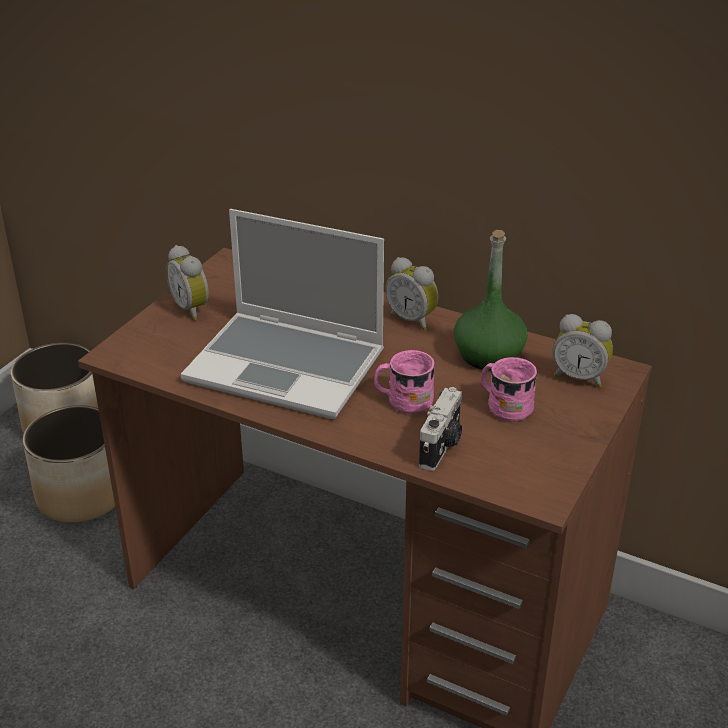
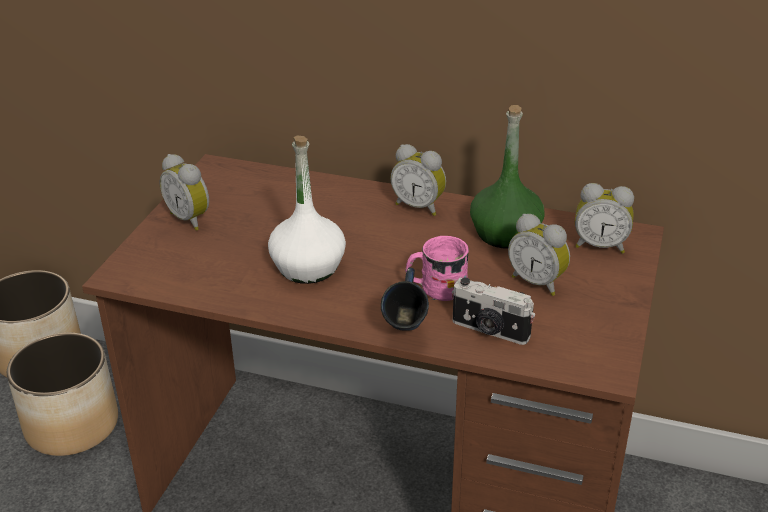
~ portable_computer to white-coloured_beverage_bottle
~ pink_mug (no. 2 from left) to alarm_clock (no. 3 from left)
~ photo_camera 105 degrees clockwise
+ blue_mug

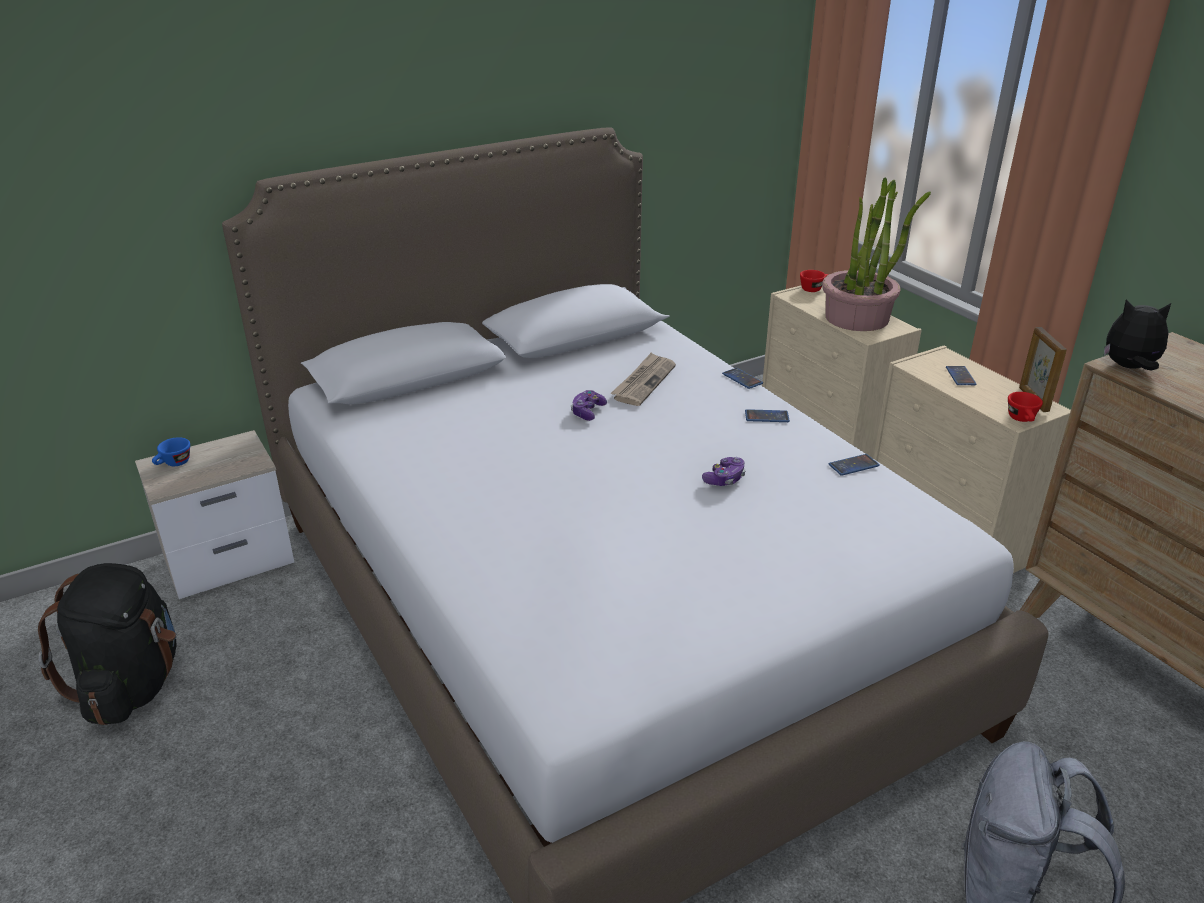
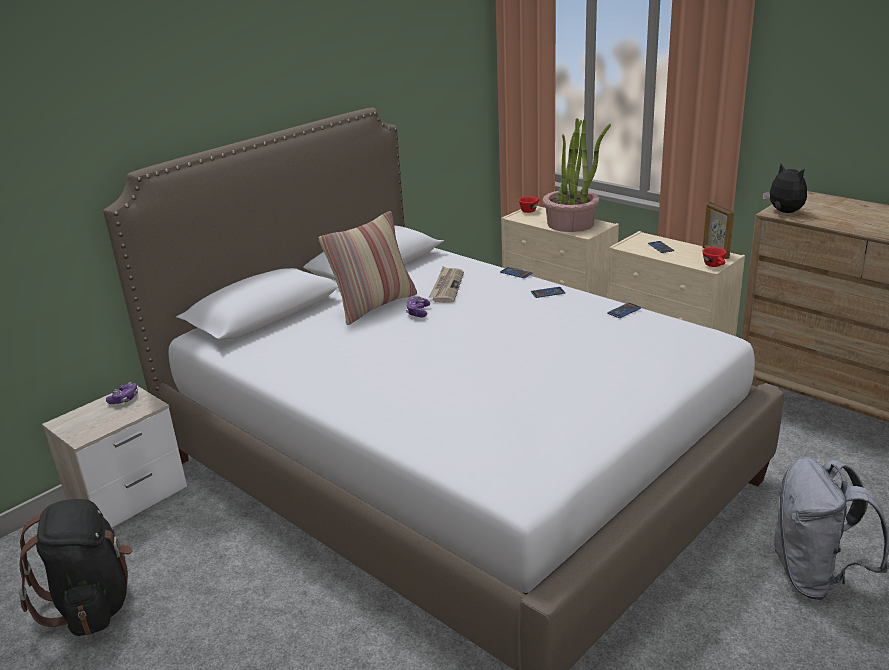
~ plush_toy 60 degrees clockwise
- blue_cup
~ game_controller (no. 2 from left in the first image) to game_controller (no. 1 from left)
+ cushion

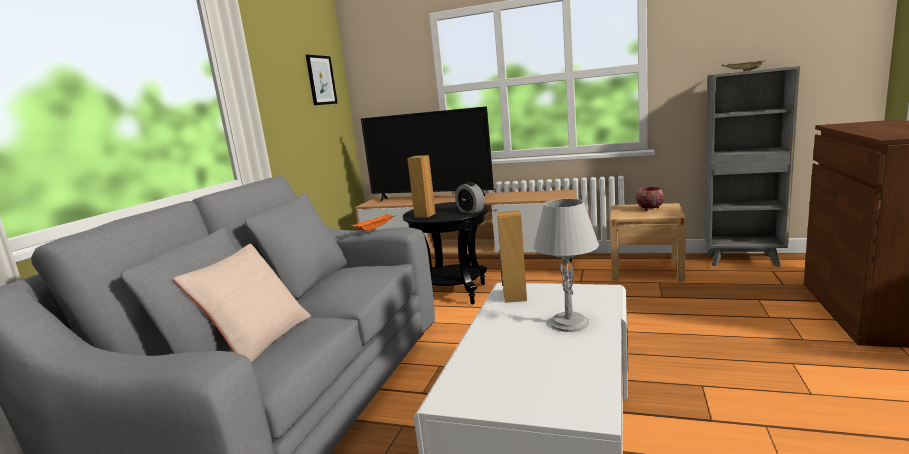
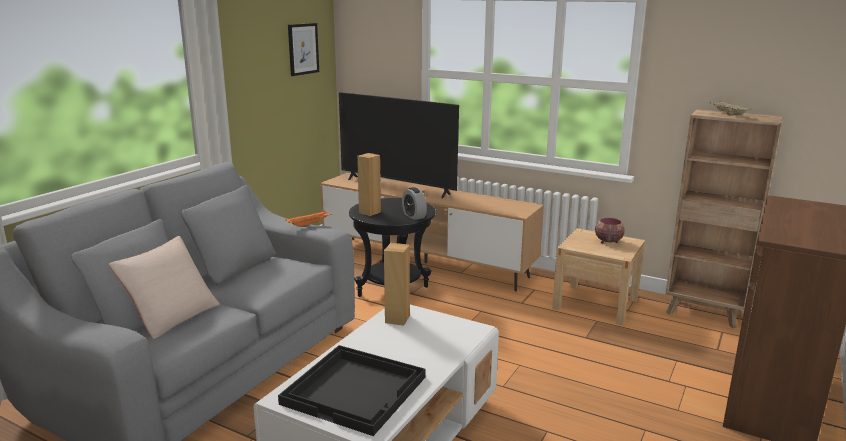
~ gray_shelving_unit to brown_shelving_unit
- gray_lamp_for_a_table
+ black-coloured_tray

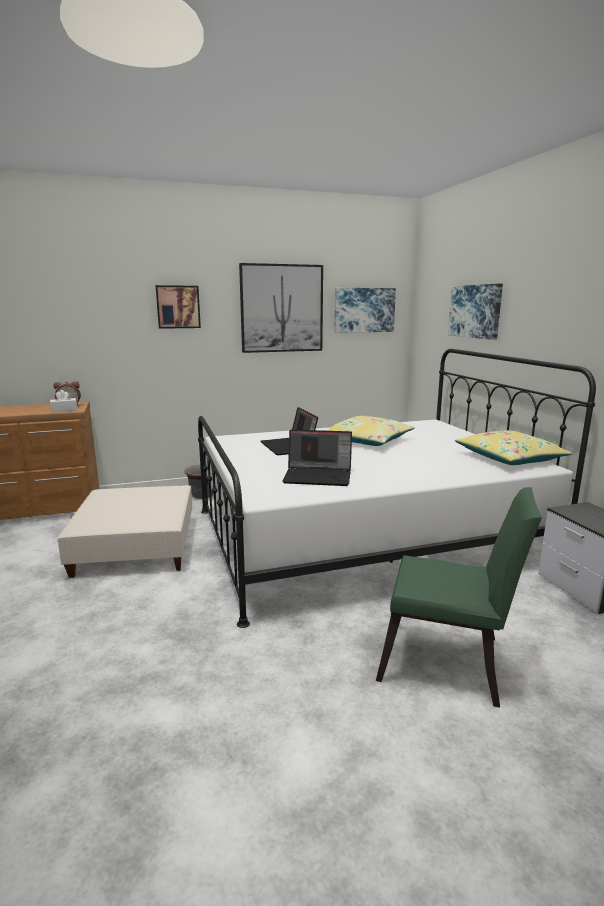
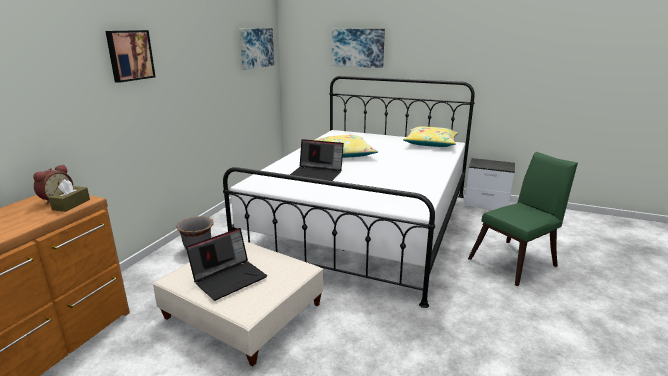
- wall_art (no. 2 from left)
~ white-coloured_box_of_tissues to brown_box_of_tissues
~ portable_computer (no. 2 from left in the first image) to portable_computer (no. 1 from left)

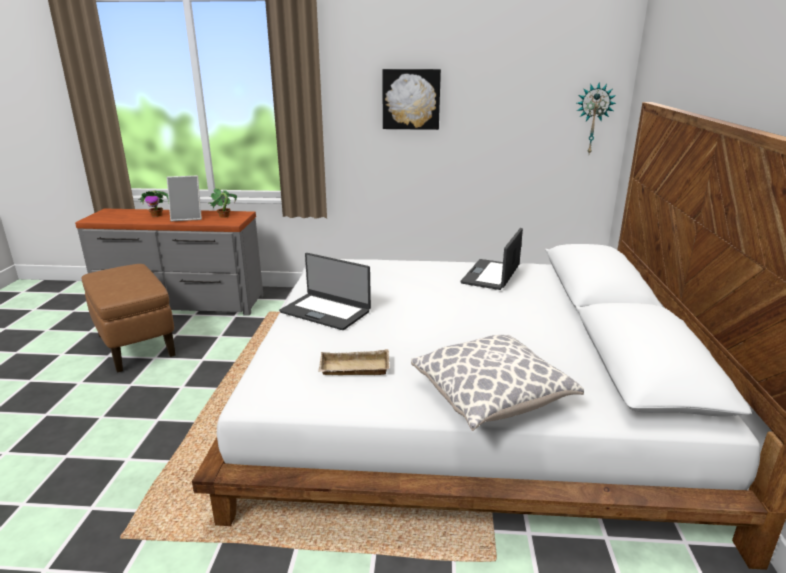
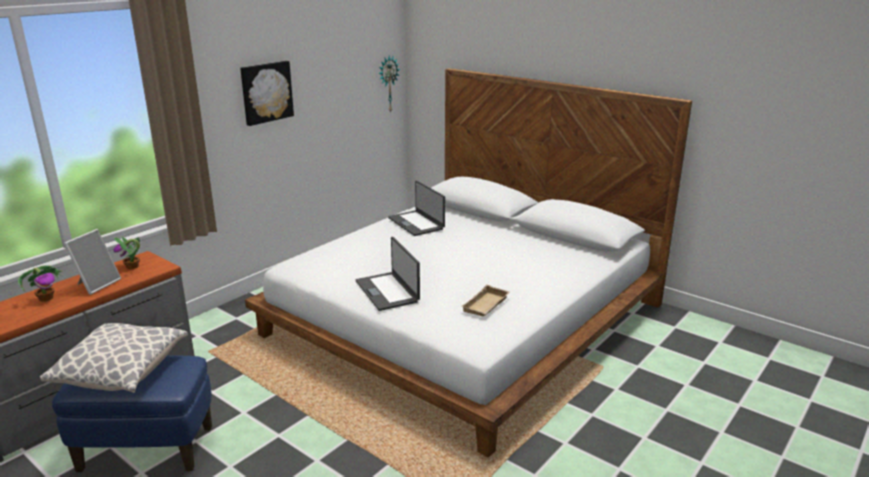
~ portable_computer (no. 1 from left) 90 degrees clockwise
~ brown_footrest to blue_footrest
~ cushion

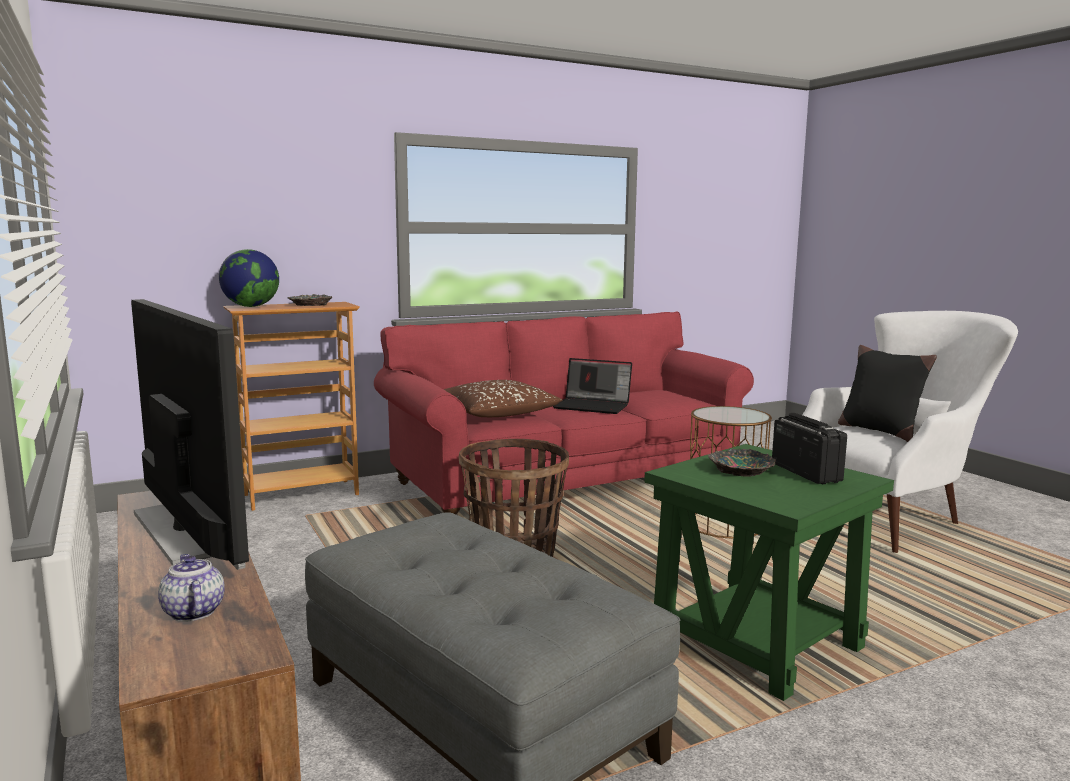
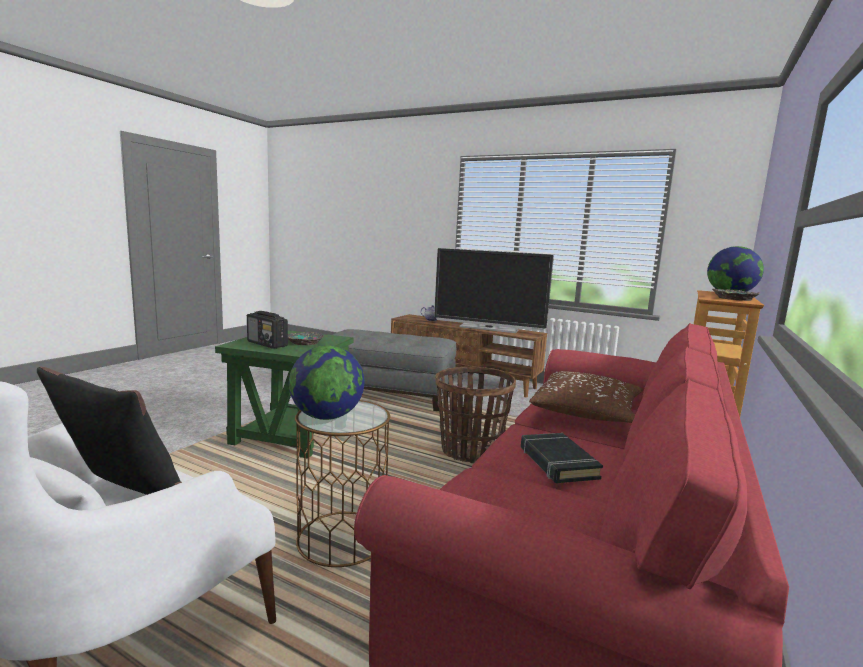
~ portable_computer to black-coloured_bound_book
+ world_globe (no. 1 from left)

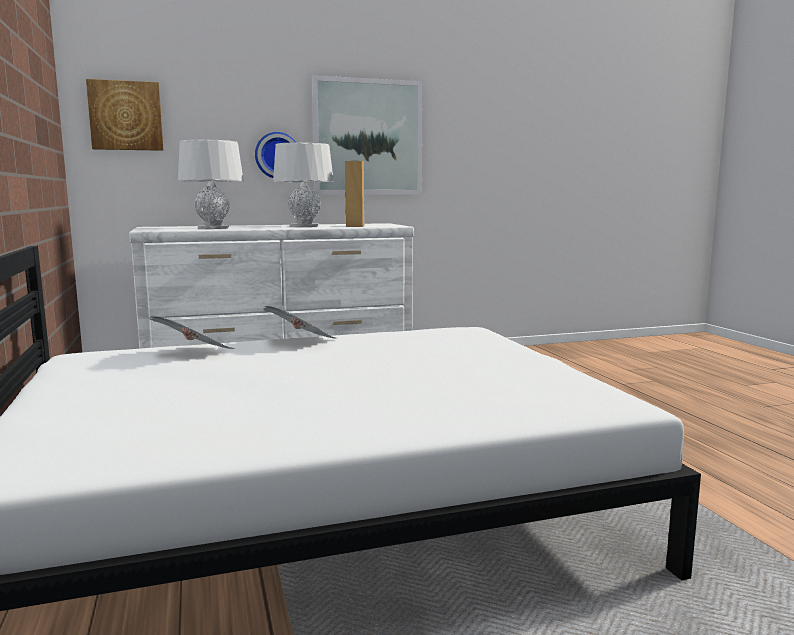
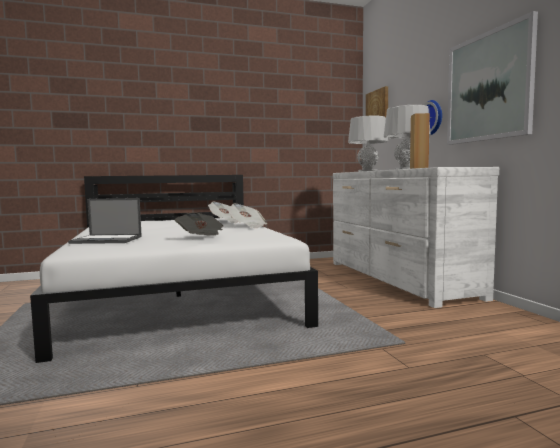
+ portable_computer
+ printed_paper (no. 1 from left)

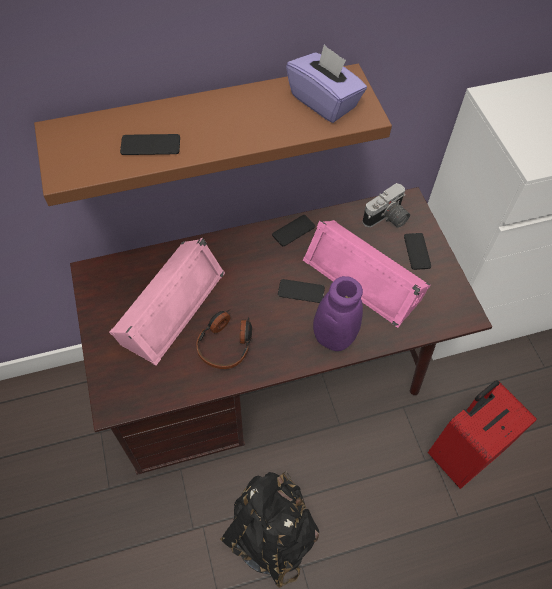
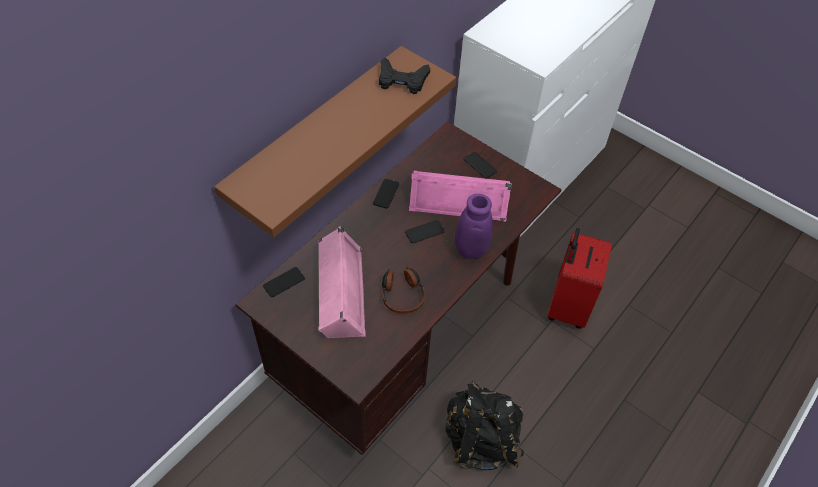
~ purple-coloured_box_of_tissues to black-coloured_game_controller
~ handset (no. 1 from left)
- photo_camera

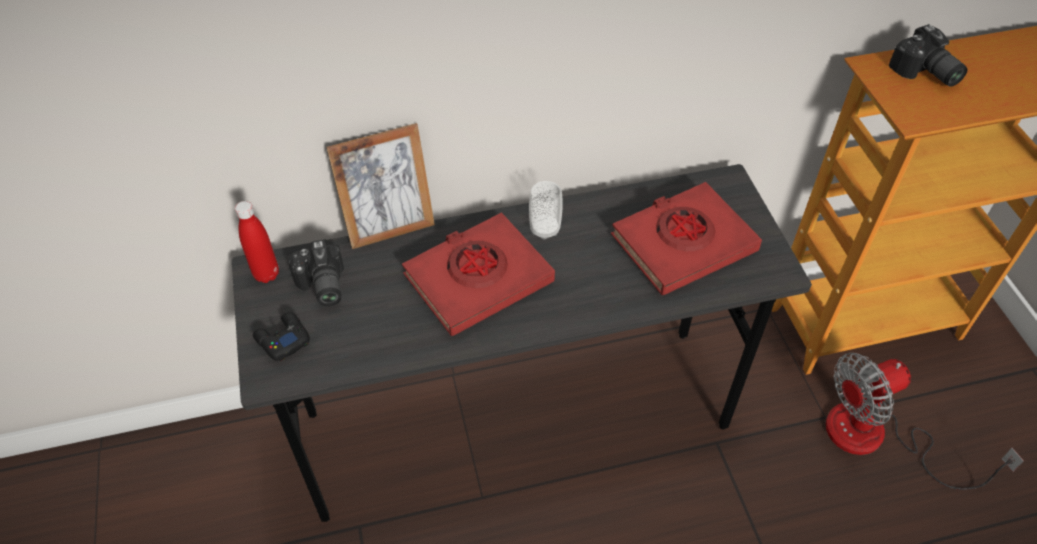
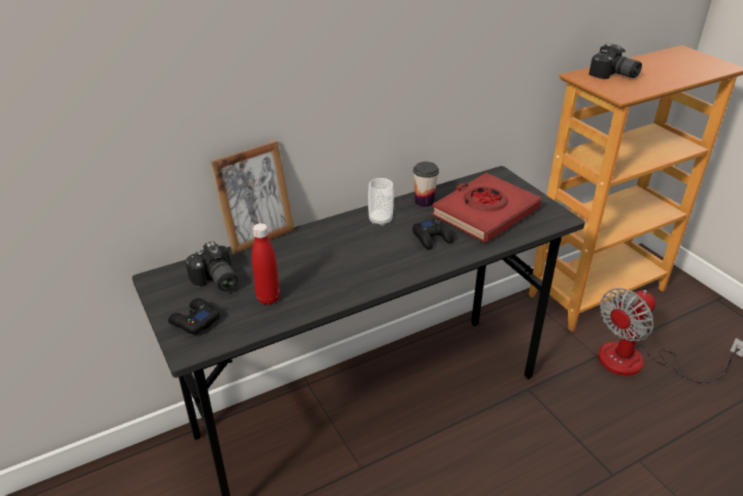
~ red_beverage_bottle
- red_bound_book (no. 1 from left)
+ cup (no. 2 from left)
+ black-coloured_game_controller (no. 2 from left)

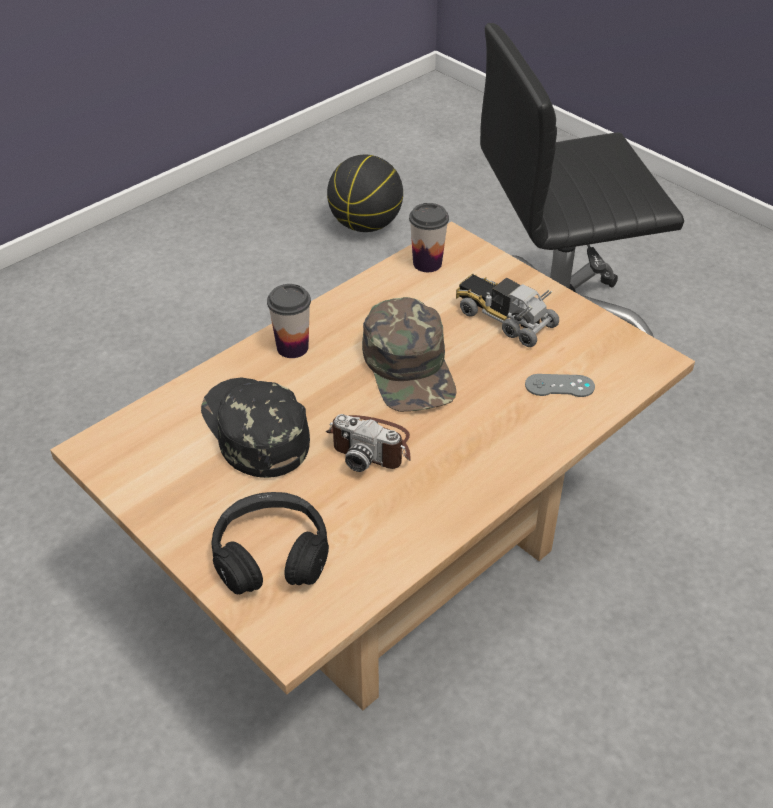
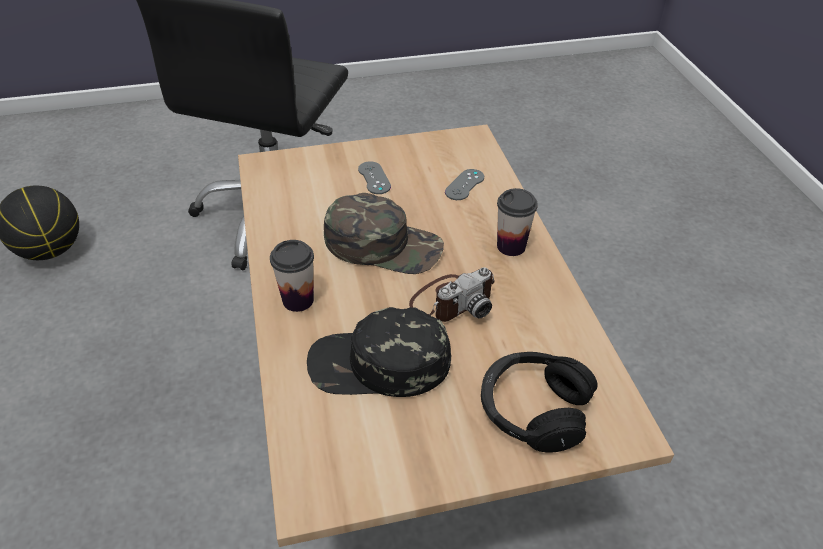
~ cup (no. 2 from left)
~ toy_truck to gray_game_controller (no. 1 from left)

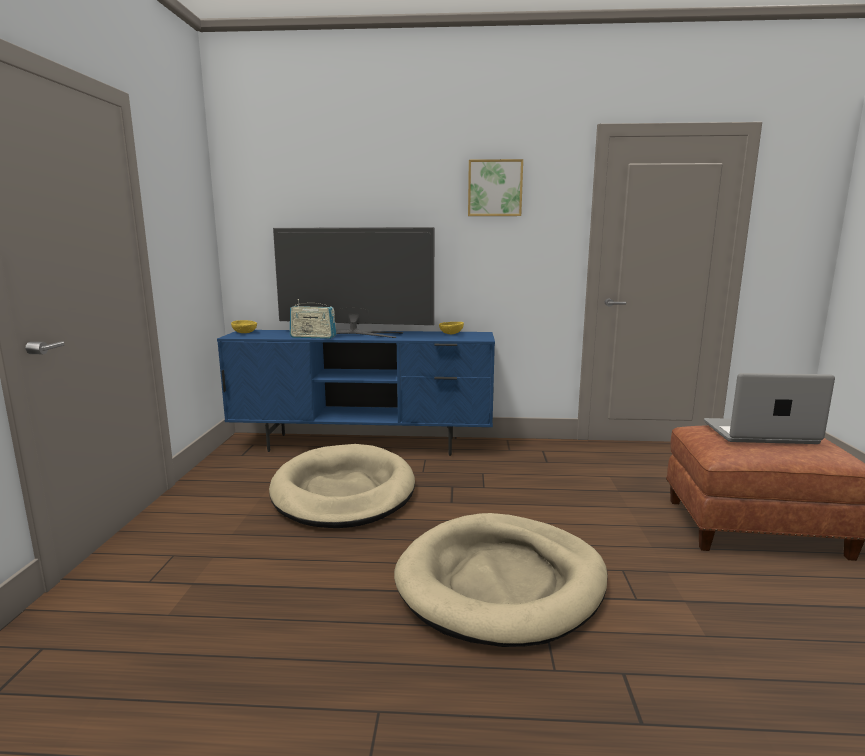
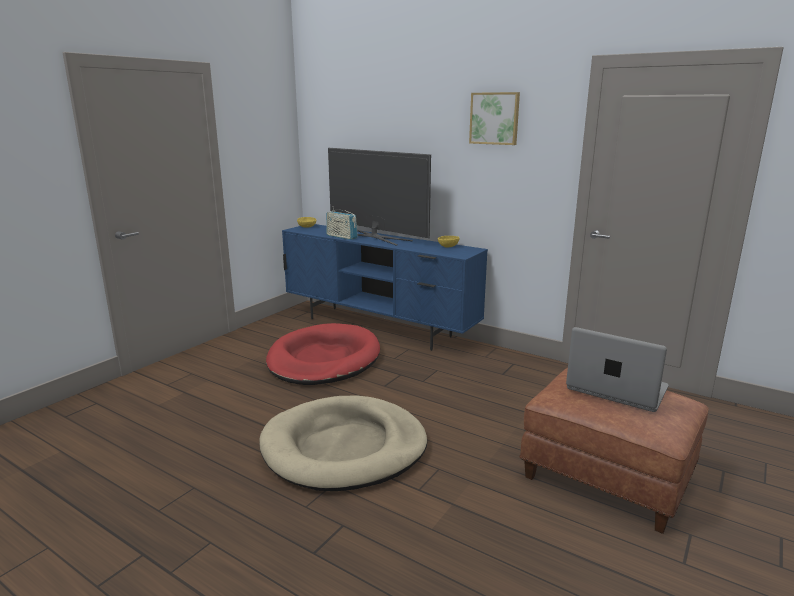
~ sand-coloured_pet_bed (no. 1 from left) to red_pet_bed

